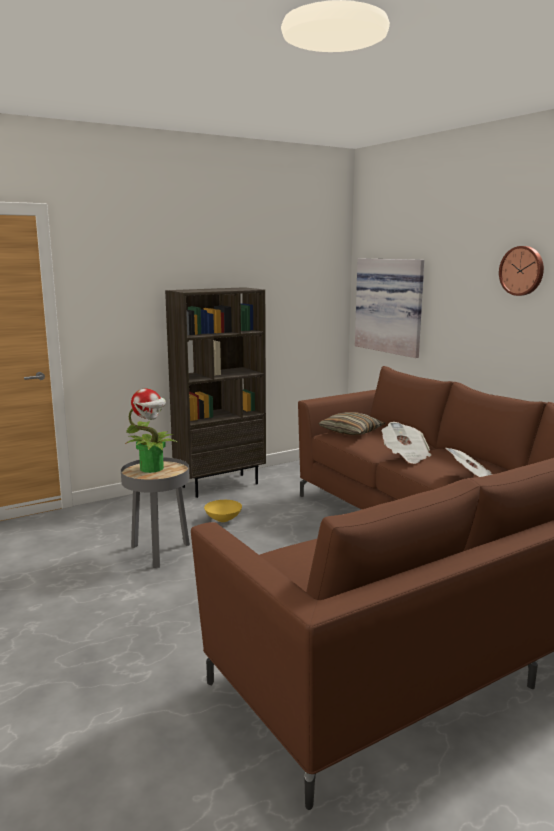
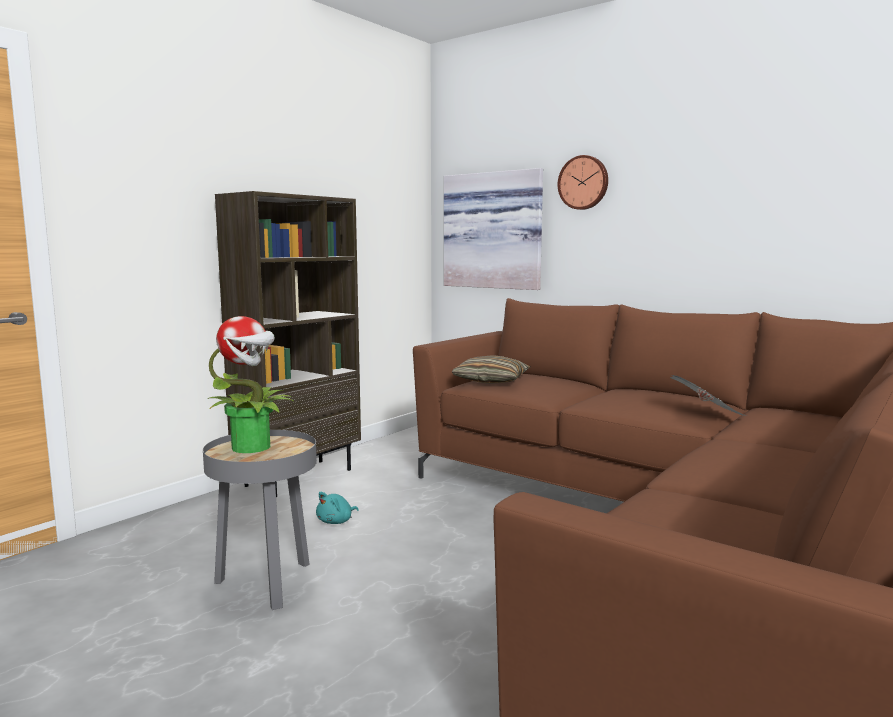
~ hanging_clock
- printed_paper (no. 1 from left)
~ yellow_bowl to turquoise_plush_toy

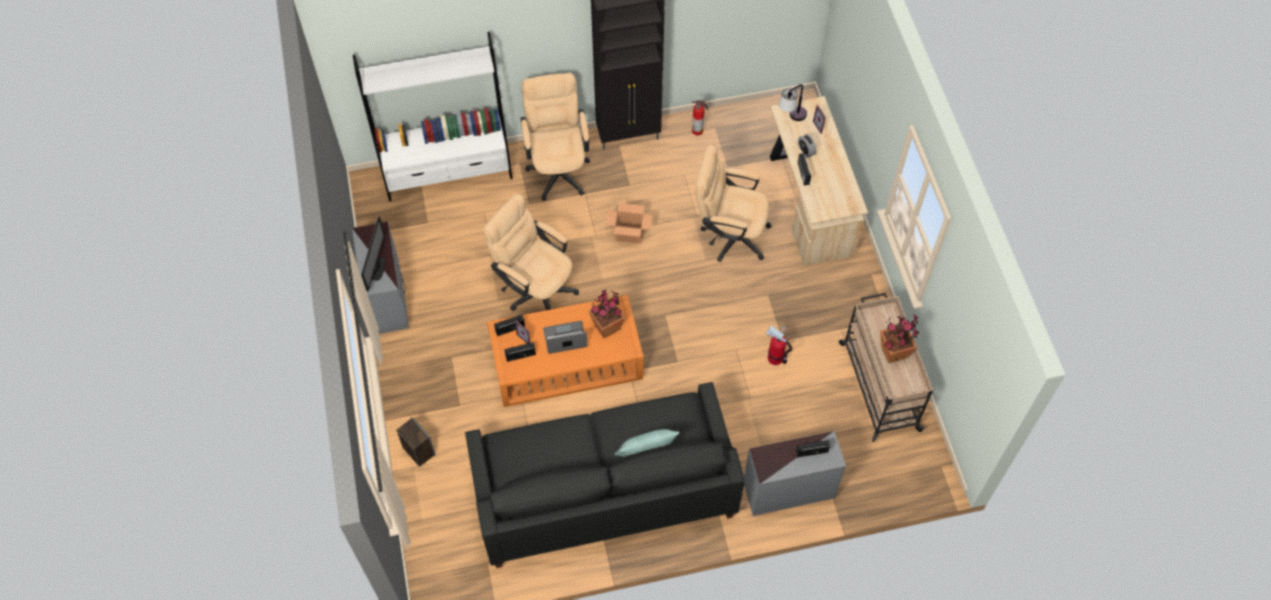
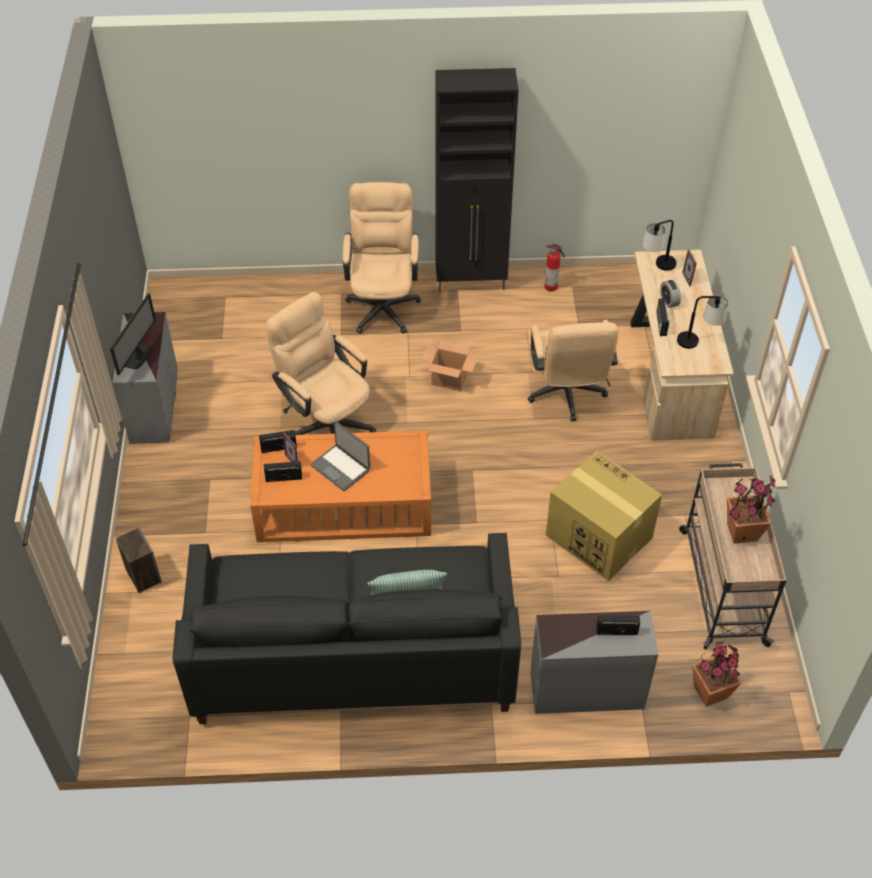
- white-coloured_shelving_unit
~ sand-coloured_office_chair (no. 3 from left) 120 degrees counterclockwise
~ houseplant (no. 1 from left)
~ portable_computer 135 degrees counterclockwise
~ extinguisher (no. 2 from left) to packing_box (no. 2 from left)
+ lamp_for_a_table (no. 2 from left)

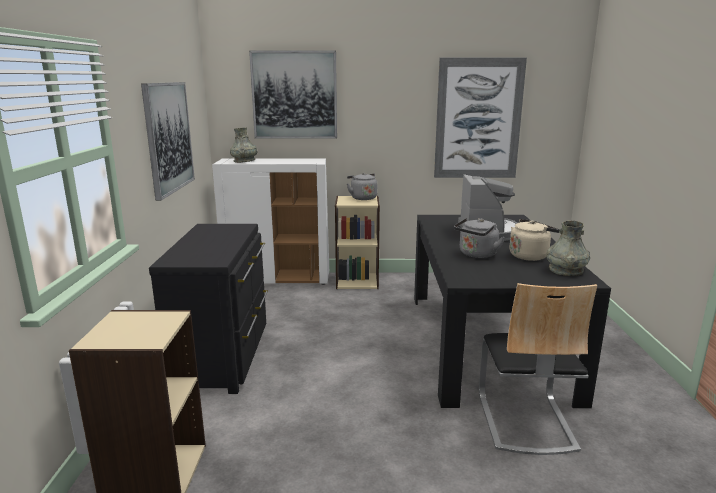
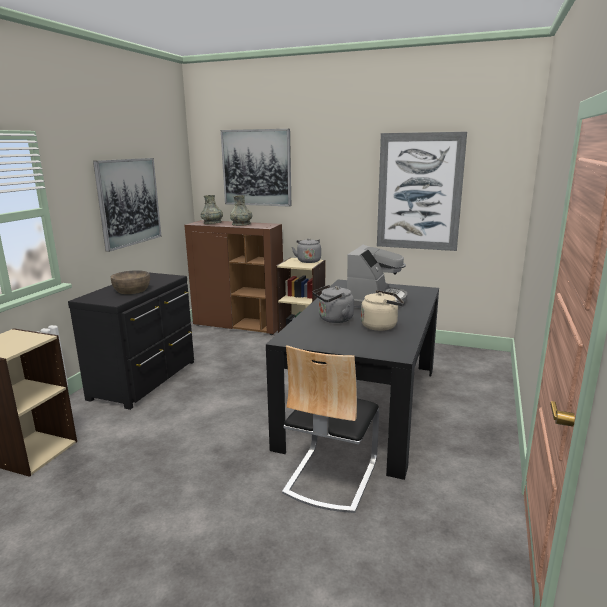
~ white-coloured_cabinet to brown_cabinet
~ gray_flower_vase (no. 2 from left)
+ brown_bowl

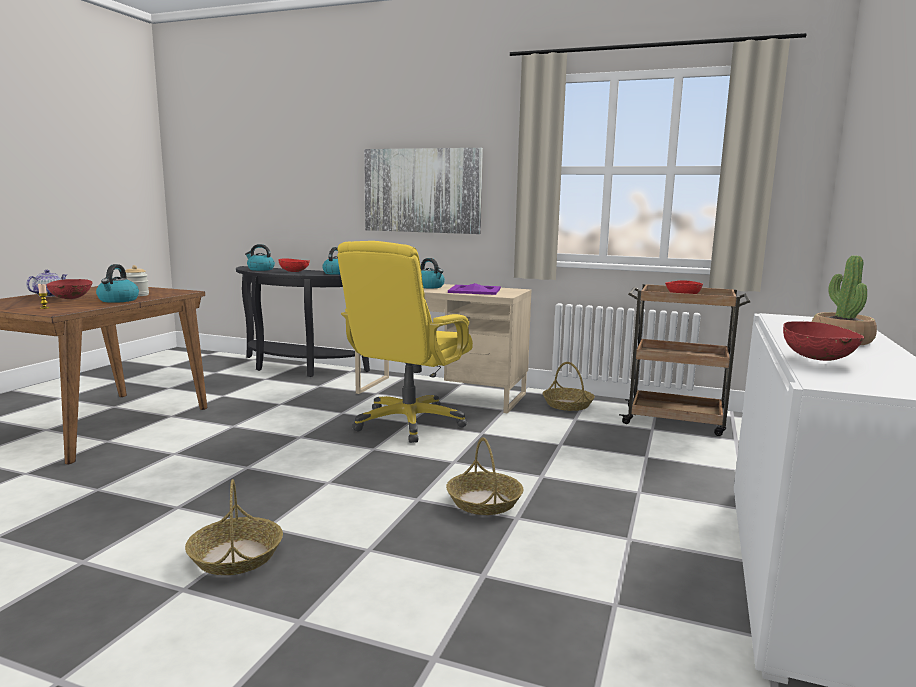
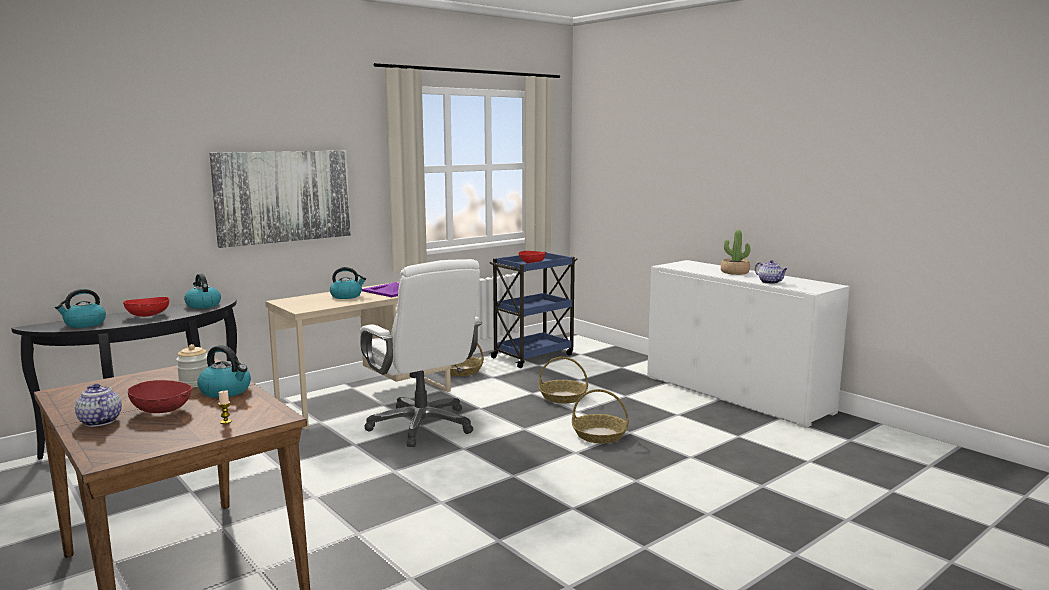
~ yellow_office_chair to white-coloured_office_chair
~ brown_wheeled_cart to blue_wheeled_cart
~ red_bowl (no. 4 from left) to teapot (no. 2 from left)
~ household_basket (no. 1 from left in the first image) to household_basket (no. 2 from left)

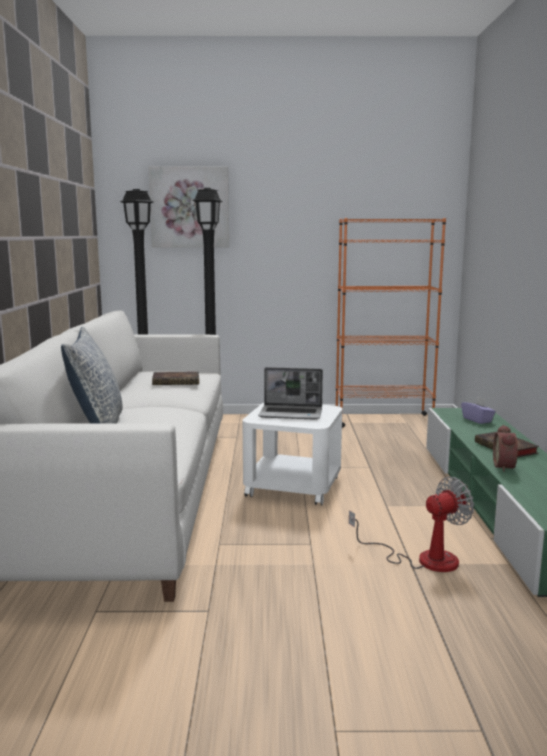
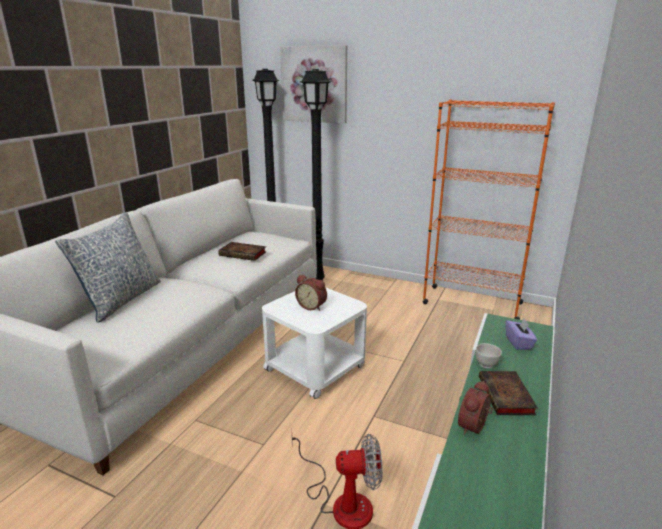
~ portable_computer to alarm_clock (no. 1 from left)
+ white-coloured_bowl

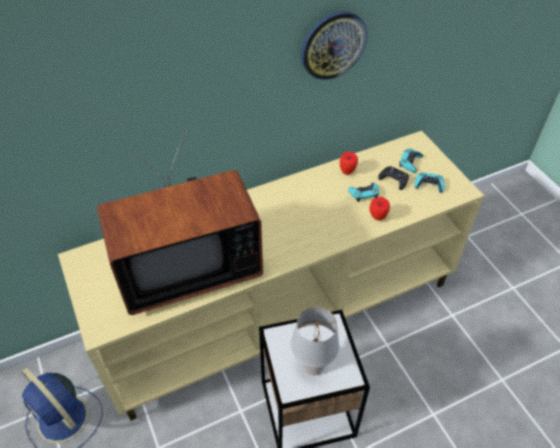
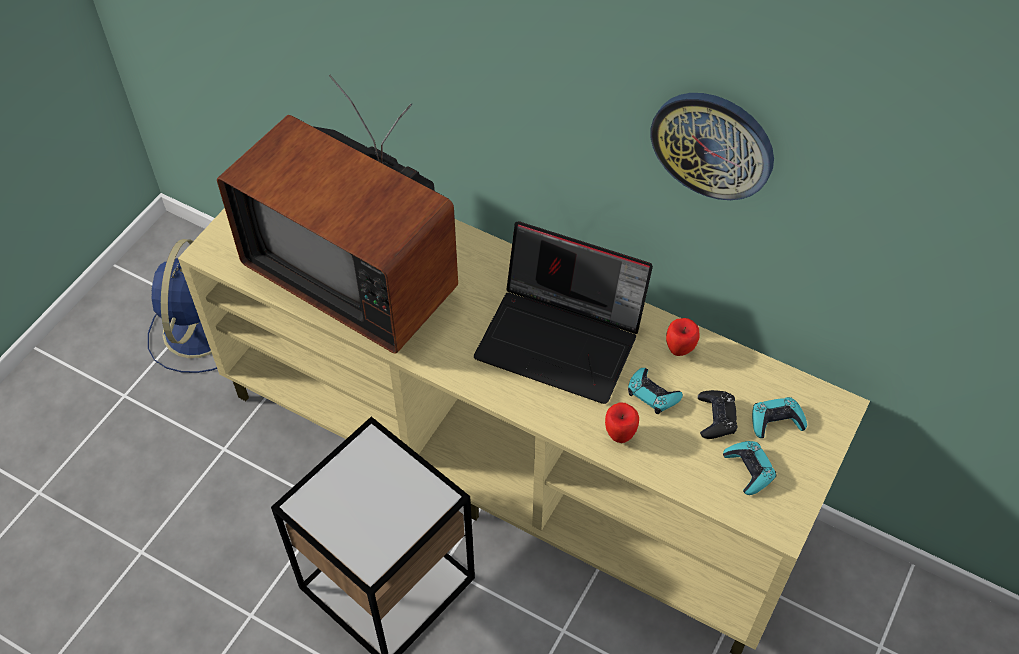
- gray_lamp_for_a_table
+ portable_computer

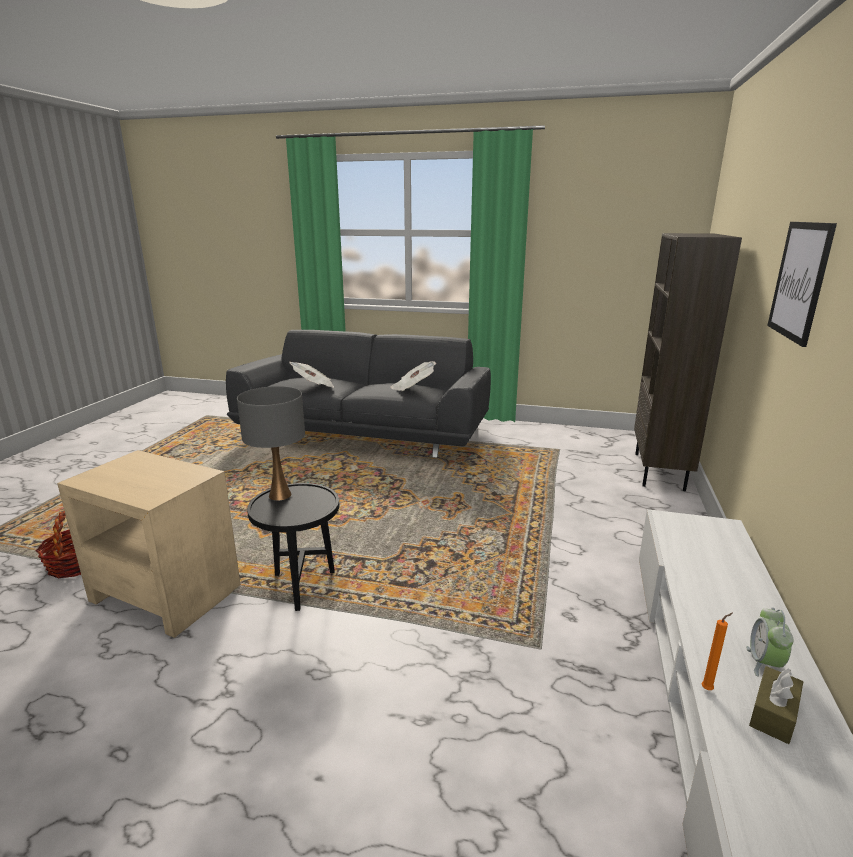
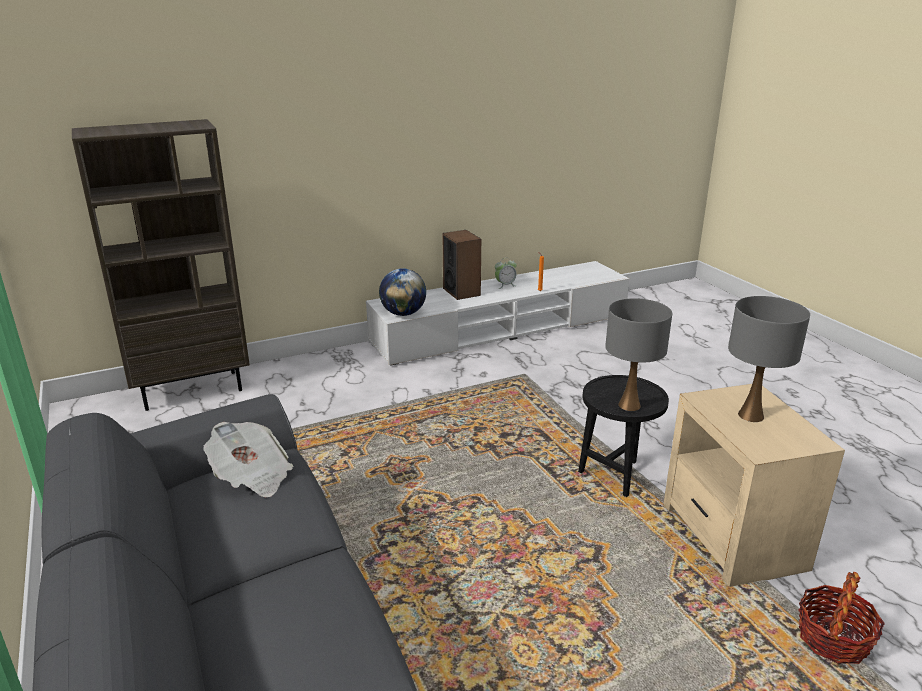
- wall_art
- printed_paper (no. 1 from left)
- brown_box_of_tissues
+ audio_speaker
+ world_globe
+ gray_lamp_for_a_table (no. 2 from left)

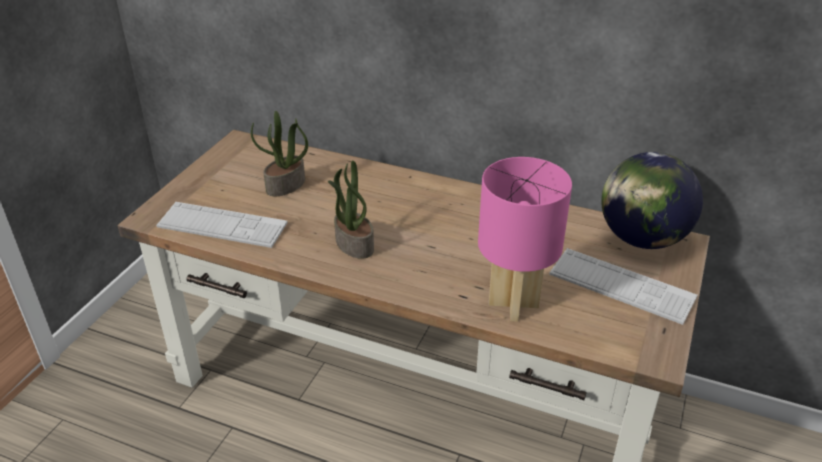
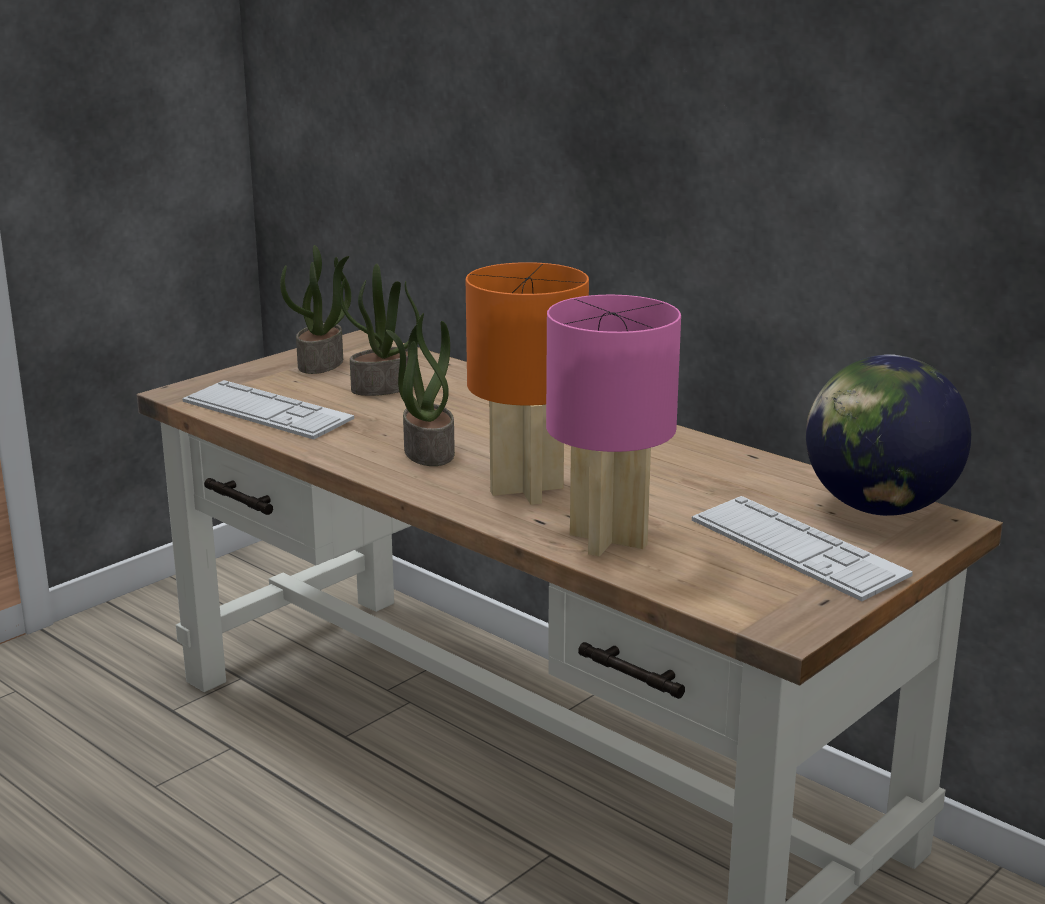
+ houseplant (no. 1 from left)
+ orange-coloured_lamp_for_a_table

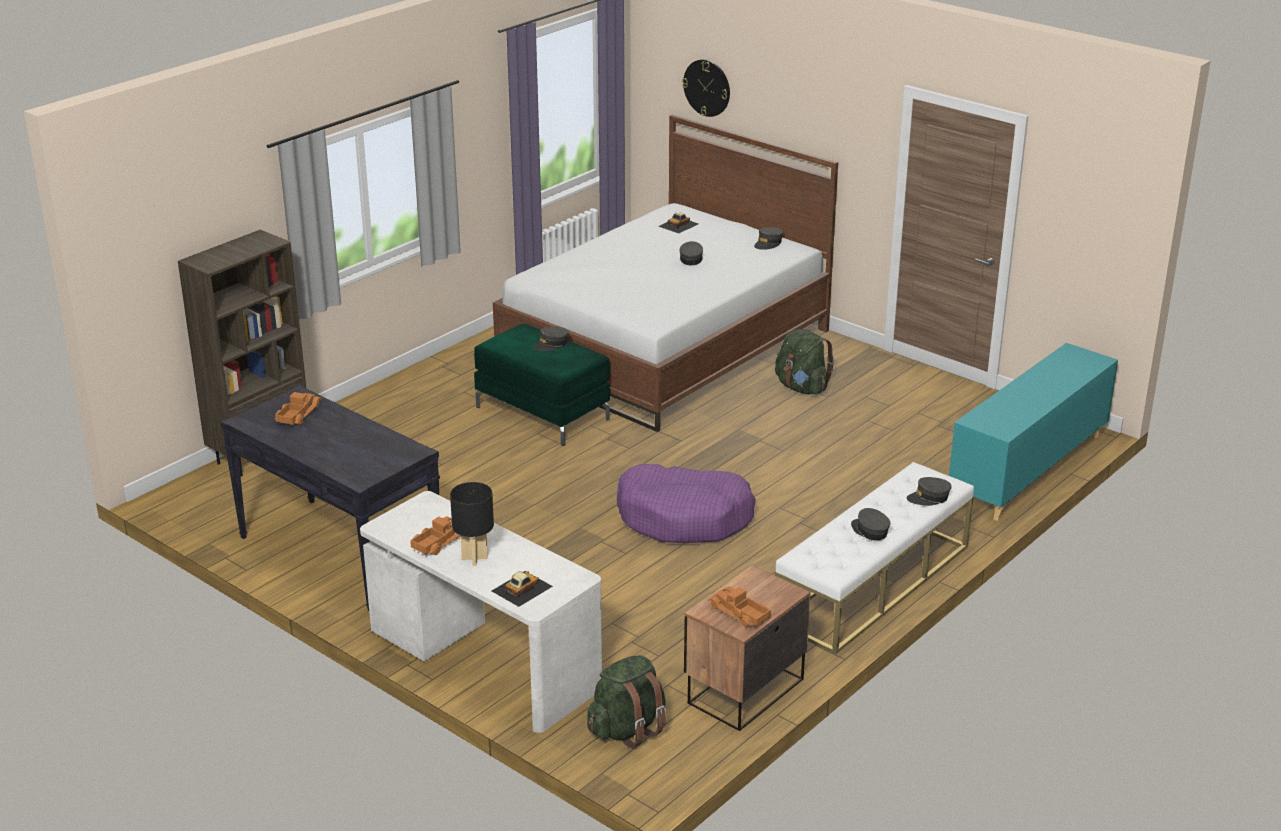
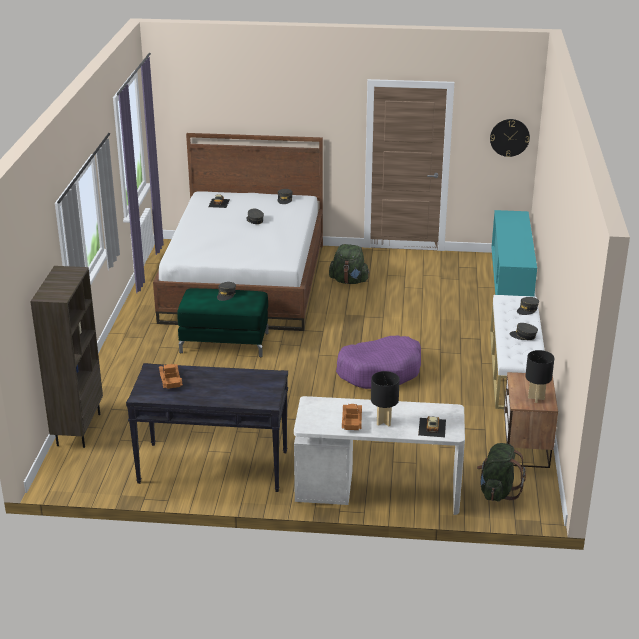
~ hanging_clock
~ toy_truck (no. 3 from left) to black-coloured_lamp_for_a_table (no. 2 from left)

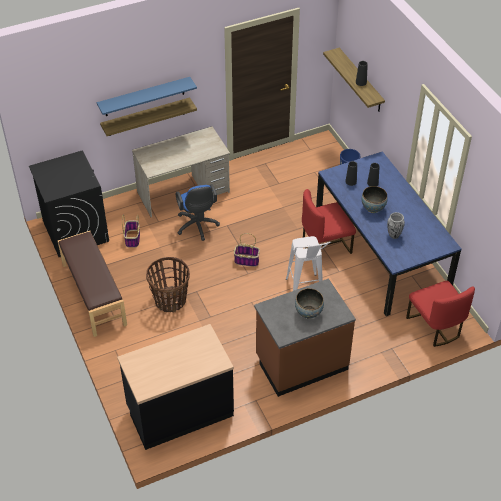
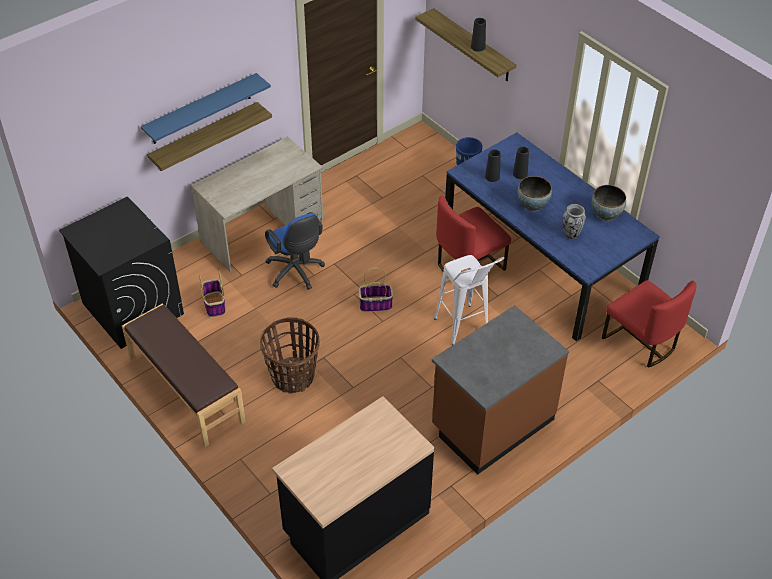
~ bowl (no. 1 from left in the first image) to bowl (no. 2 from left)

